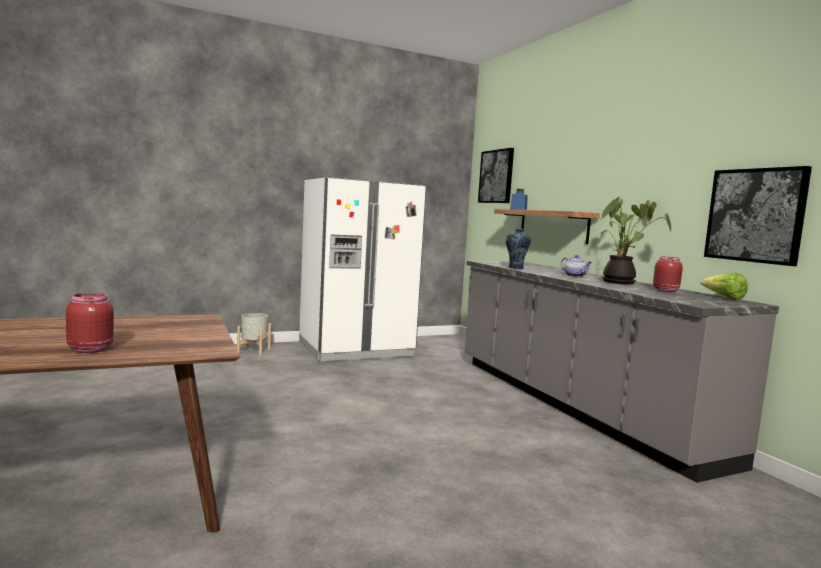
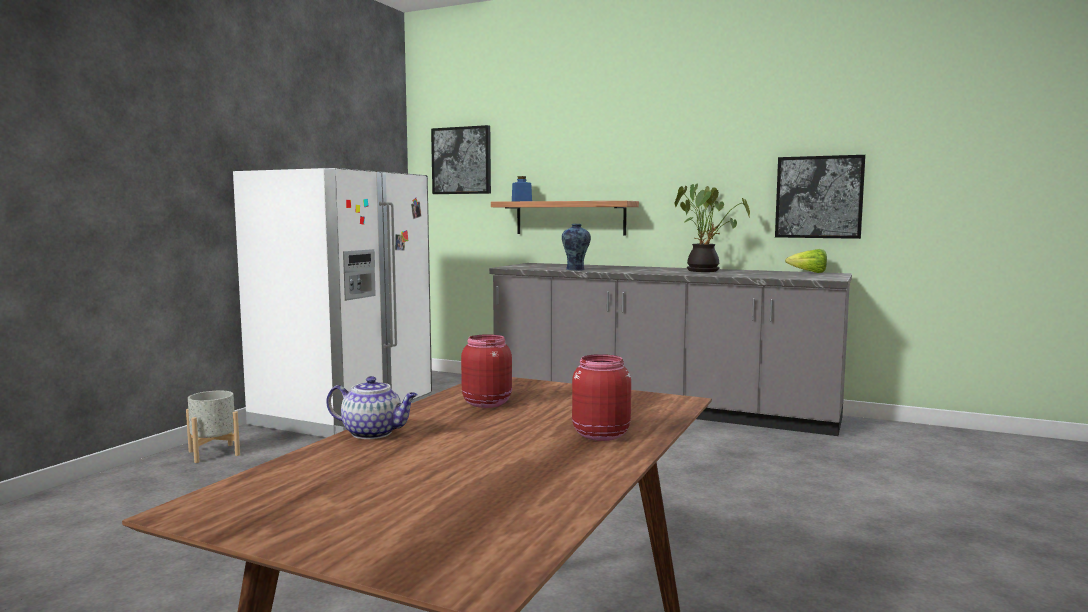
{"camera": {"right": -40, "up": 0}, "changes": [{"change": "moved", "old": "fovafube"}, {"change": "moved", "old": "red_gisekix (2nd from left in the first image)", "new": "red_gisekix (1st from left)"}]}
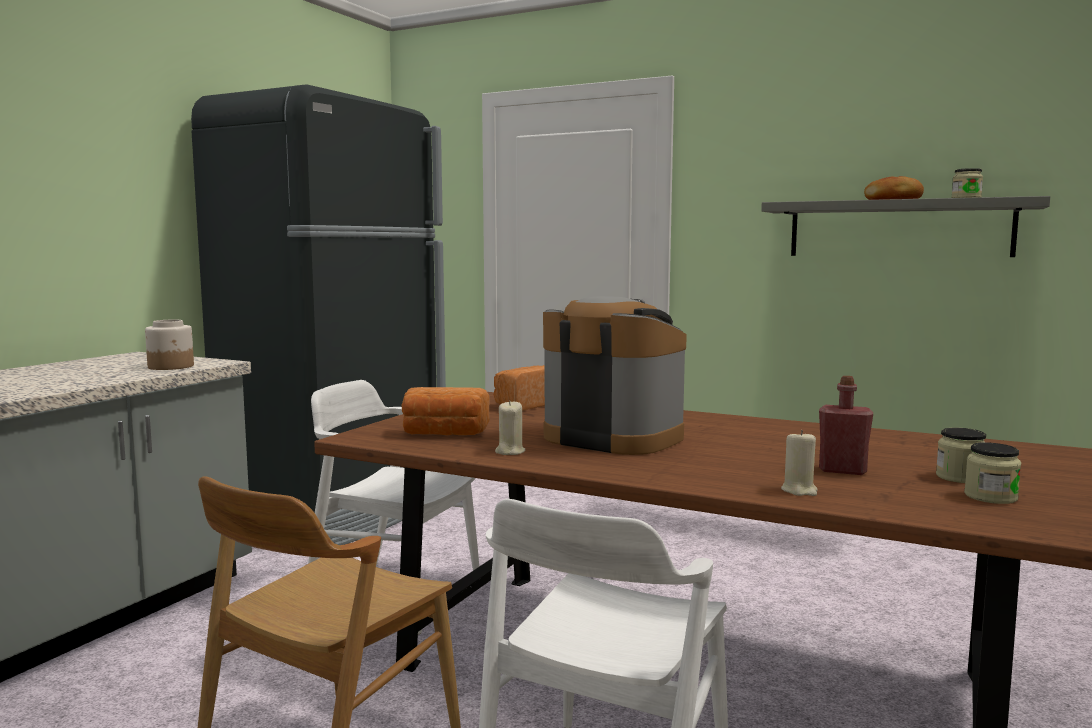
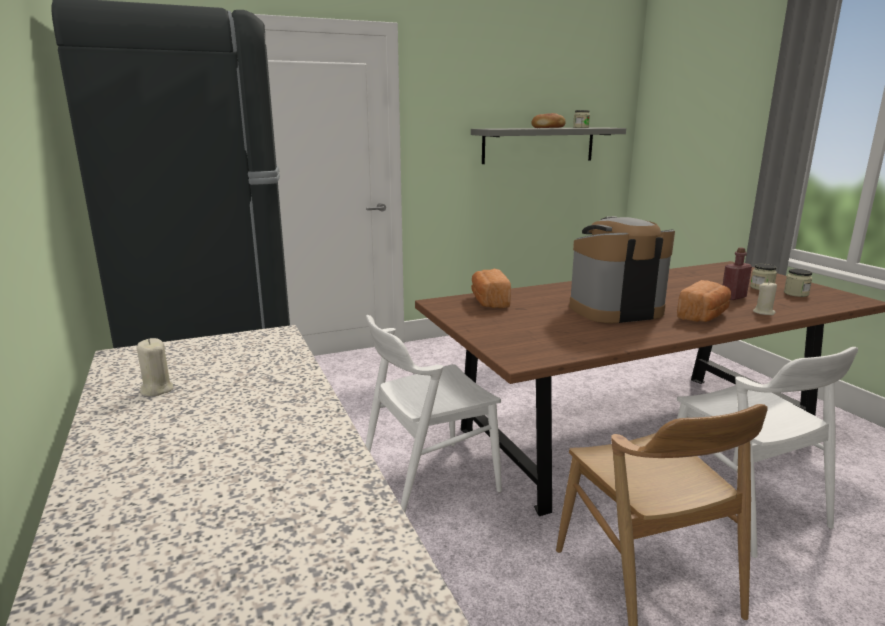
{"camera": {"right": -50, "up": 10}, "changes": [{"change": "removed", "old": "gisekix (1st from left)"}, {"change": "moved", "old": "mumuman (1st from left in the first image)", "new": "mumuman (3rd from left)"}, {"change": "moved", "old": "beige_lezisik (1st from left)"}]}
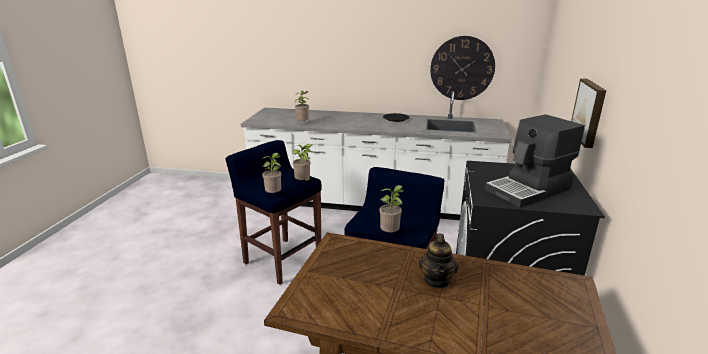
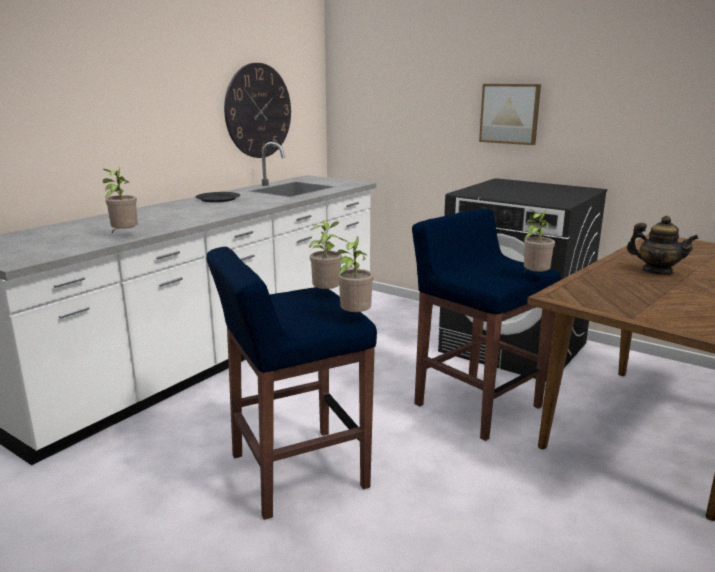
{"camera": {"right": -65, "up": -5}, "changes": [{"change": "removed", "old": "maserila"}]}
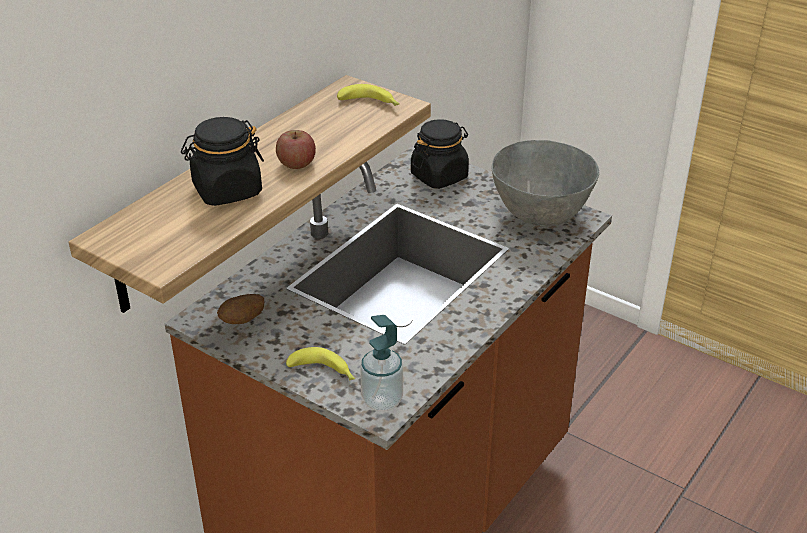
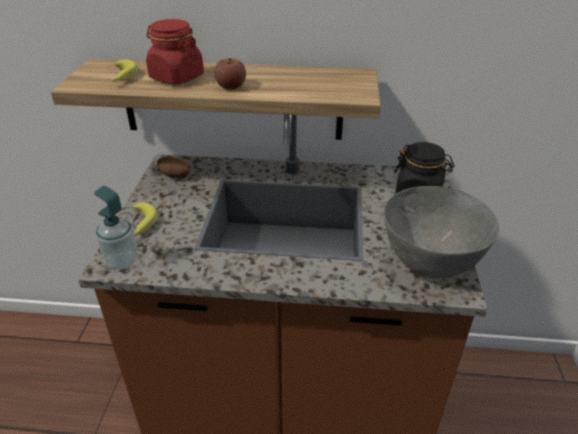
{"camera": {"right": 60, "up": 0}, "changes": [{"change": "recoloured", "old": "black_gisekix (1st from left)", "new": "red_gisekix"}, {"change": "moved", "old": "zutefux (2nd from left in the first image)", "new": "zutefux (1st from left)"}]}
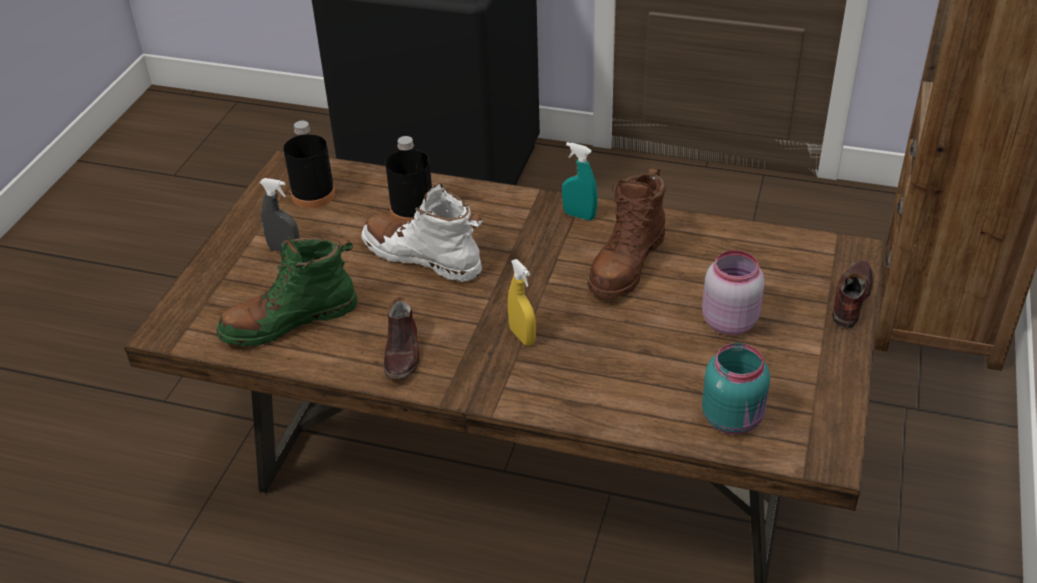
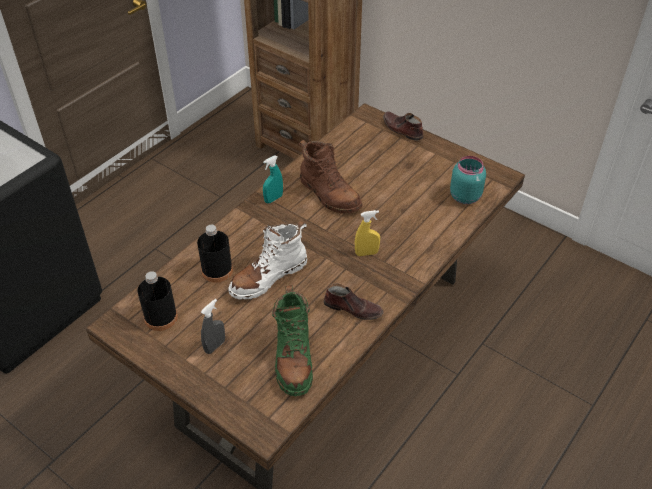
{"camera": {"right": -70, "up": 5}, "changes": [{"change": "removed", "old": "pink_gisekix"}]}
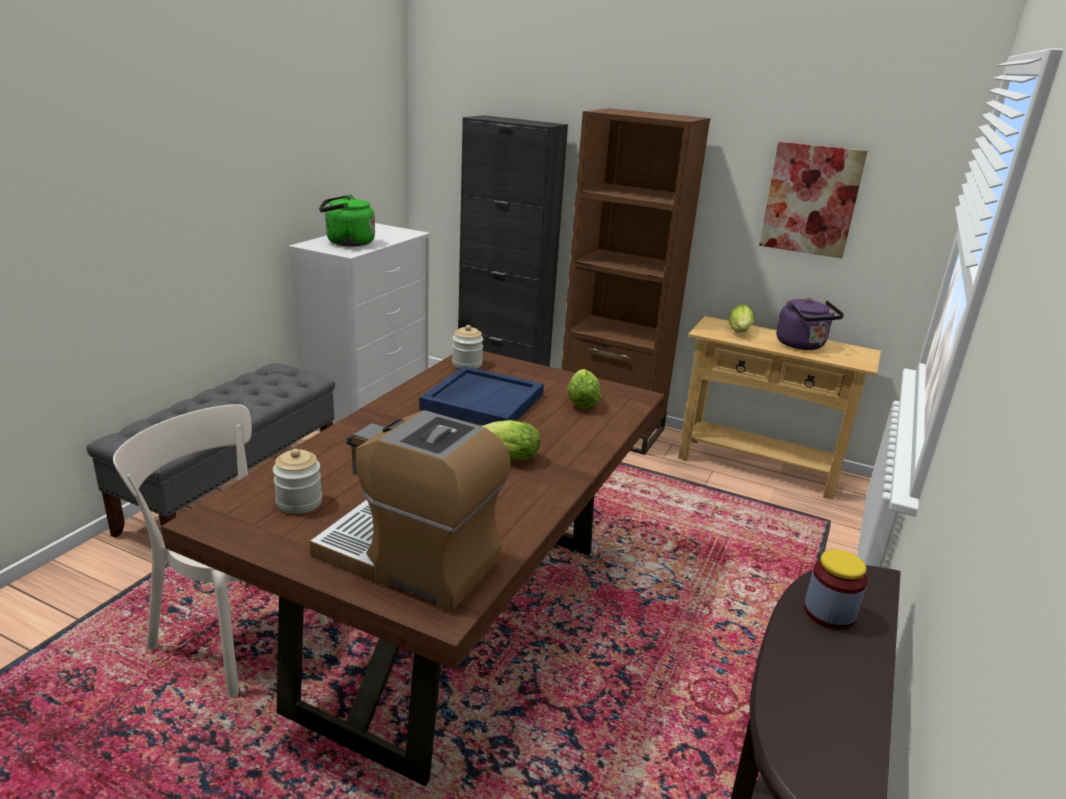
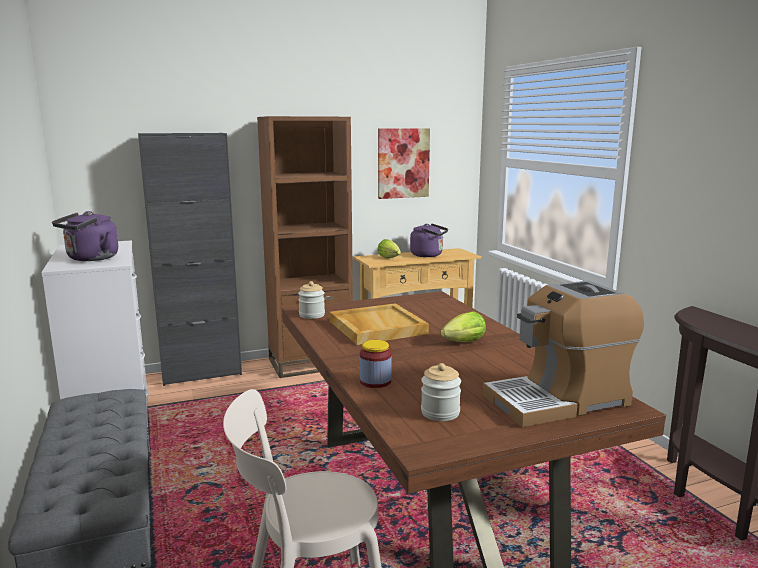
{"camera": {"right": -45, "up": -10}, "changes": [{"change": "recoloured", "old": "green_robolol", "new": "purple_robolol (1st from left)"}, {"change": "recoloured", "old": "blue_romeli", "new": "beige_romeli"}, {"change": "removed", "old": "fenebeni (2nd from left)"}, {"change": "moved", "old": "gisekix (3rd from left in the first image)", "new": "gisekix (2nd from left)"}]}
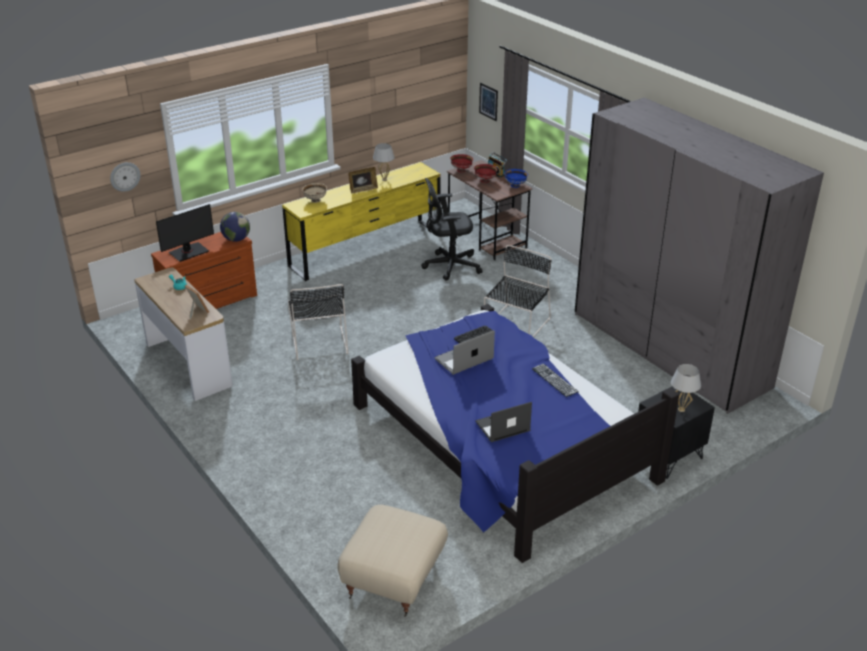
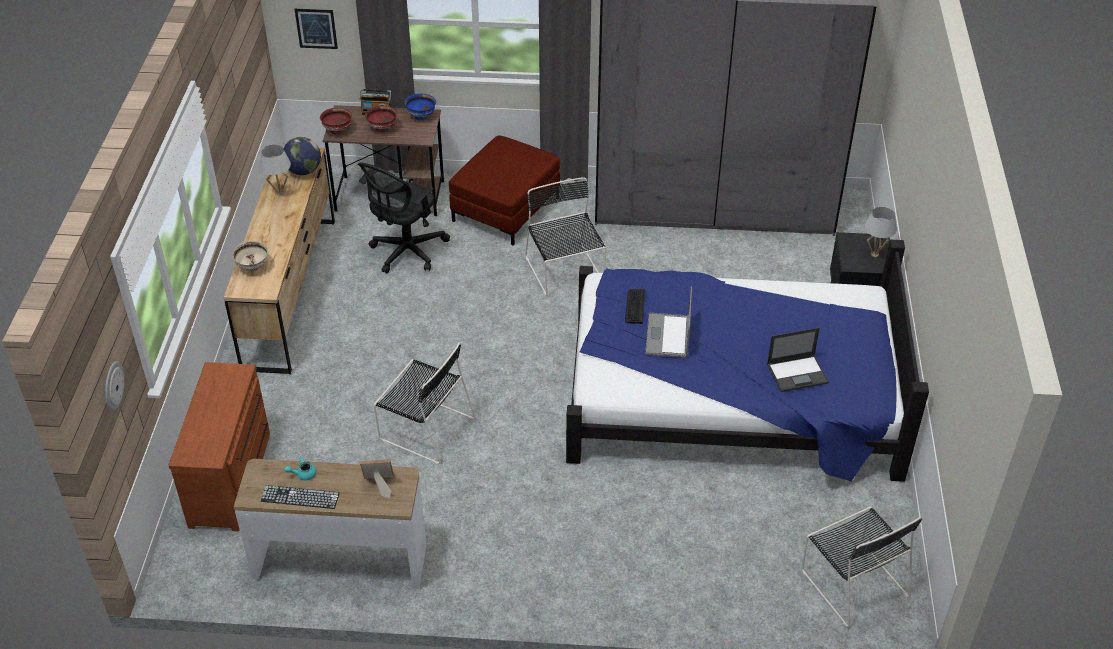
{"camera": {"right": -50, "up": 10}, "changes": [{"change": "removed", "old": "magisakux"}, {"change": "moved", "old": "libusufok"}, {"change": "recoloured", "old": "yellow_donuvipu", "new": "brown_donuvipu (2nd from left)"}, {"change": "replaced", "old": "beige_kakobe", "new": "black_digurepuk (3rd from left)"}, {"change": "removed", "old": "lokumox (2nd from left)"}, {"change": "turned", "old": "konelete (2nd from left)", "degrees": -120}, {"change": "moved", "old": "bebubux (2nd from left in the first image)", "new": "bebubux (1st from left)"}, {"change": "added", "new": "red_kakobe"}]}
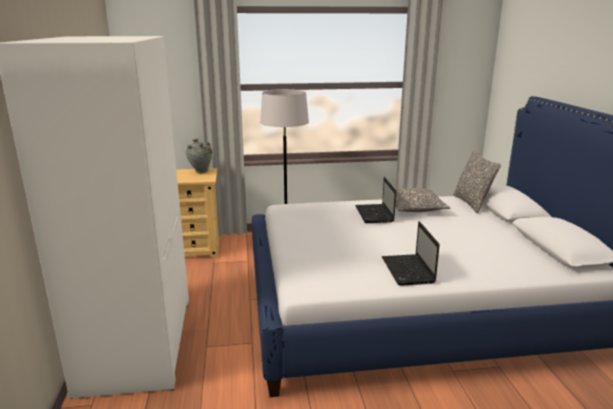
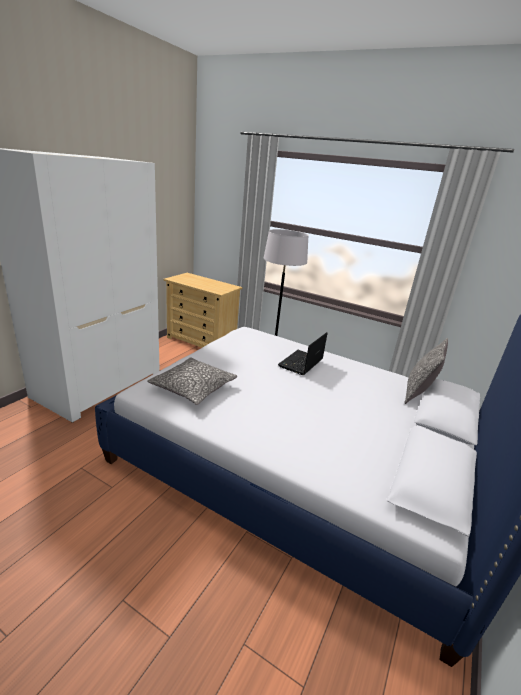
{"camera": {"right": 35, "up": 5}, "changes": [{"change": "removed", "old": "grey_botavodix"}, {"change": "removed", "old": "konelete (2nd from left)"}, {"change": "moved", "old": "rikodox (1st from left)"}]}
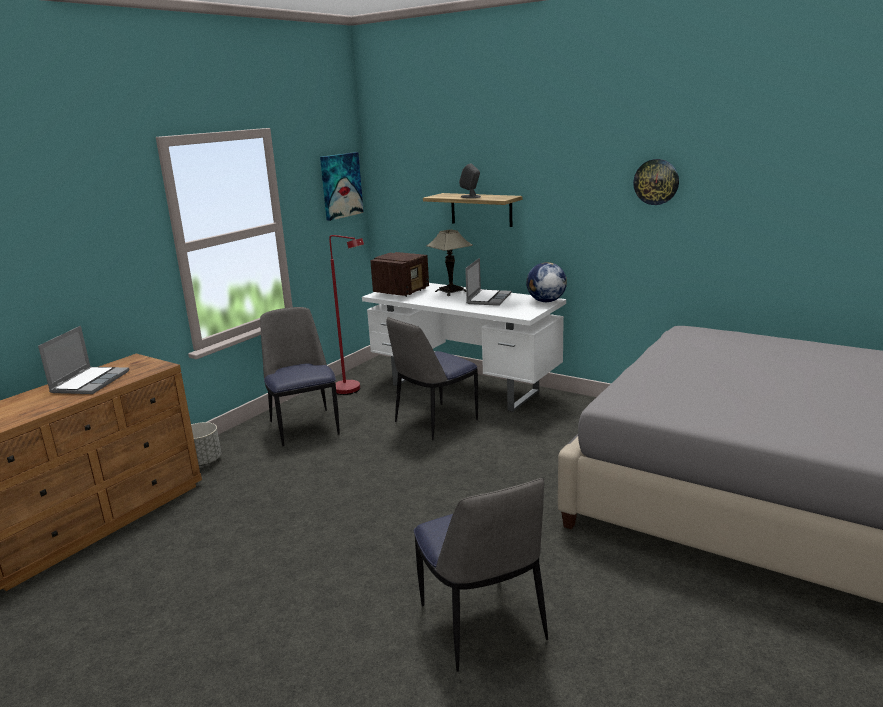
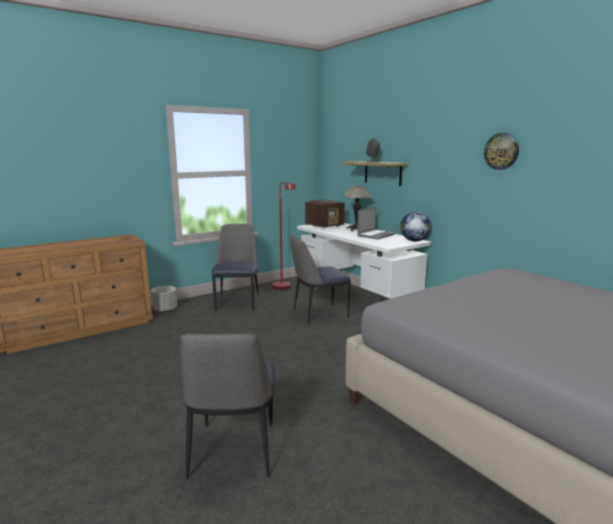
{"camera": {"right": 20, "up": -5}, "changes": [{"change": "removed", "old": "konelete (1st from left)"}, {"change": "removed", "old": "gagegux"}]}
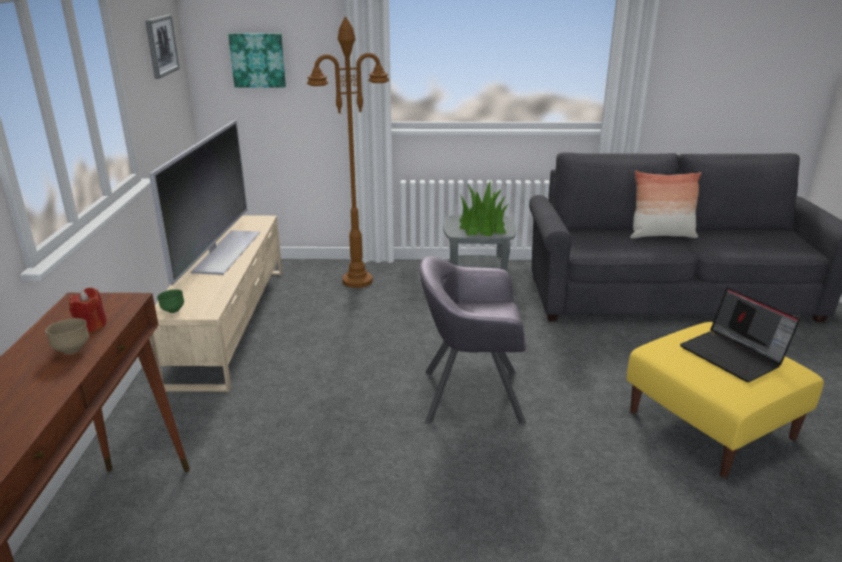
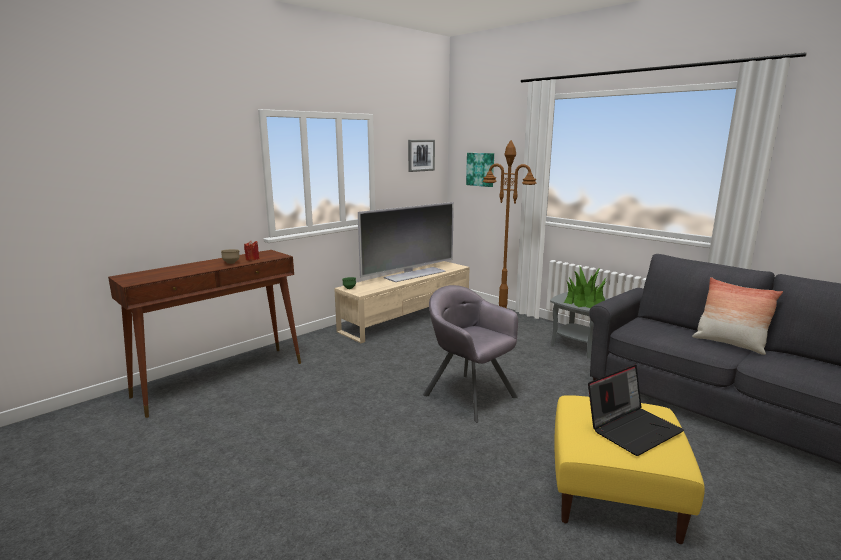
{"camera": {"right": 45, "up": -10}, "changes": [{"change": "turned", "old": "konelete", "degrees": -135}]}
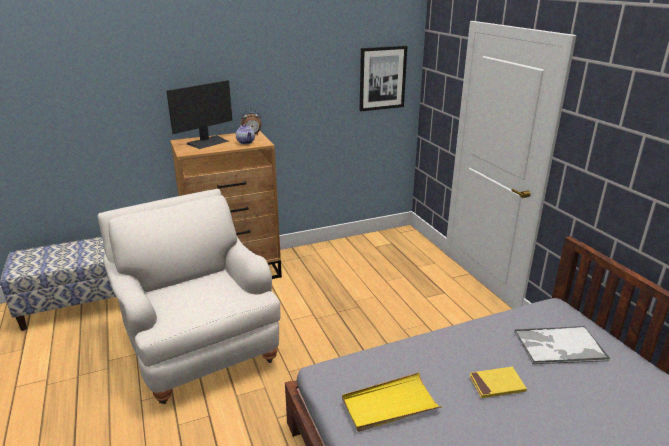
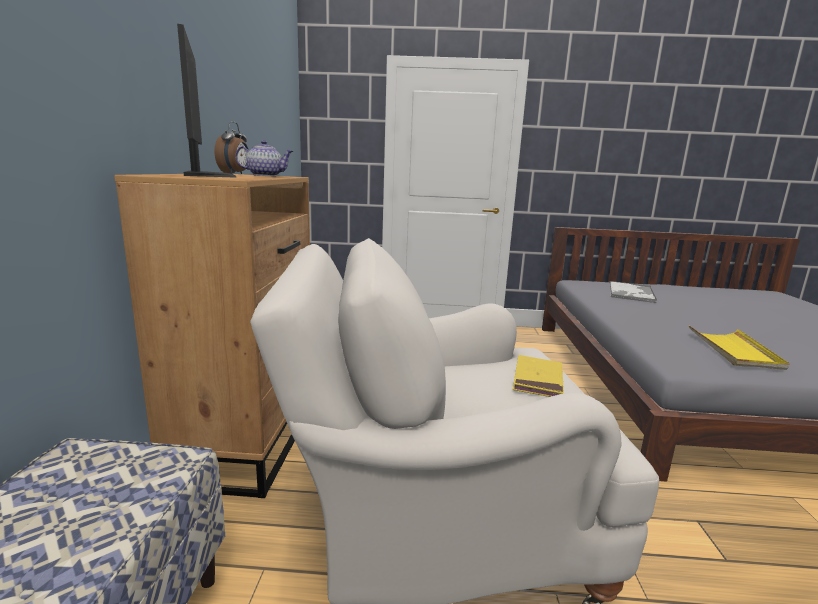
{"camera": {"right": -65, "up": -10}, "changes": [{"change": "removed", "old": "gagegux"}, {"change": "moved", "old": "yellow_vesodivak"}]}
